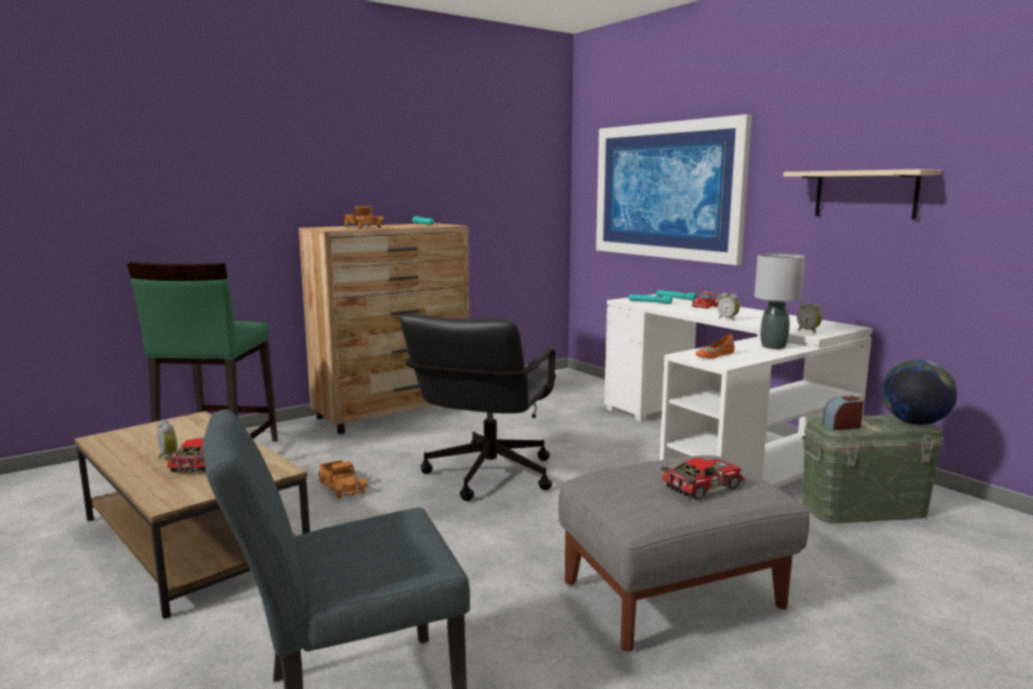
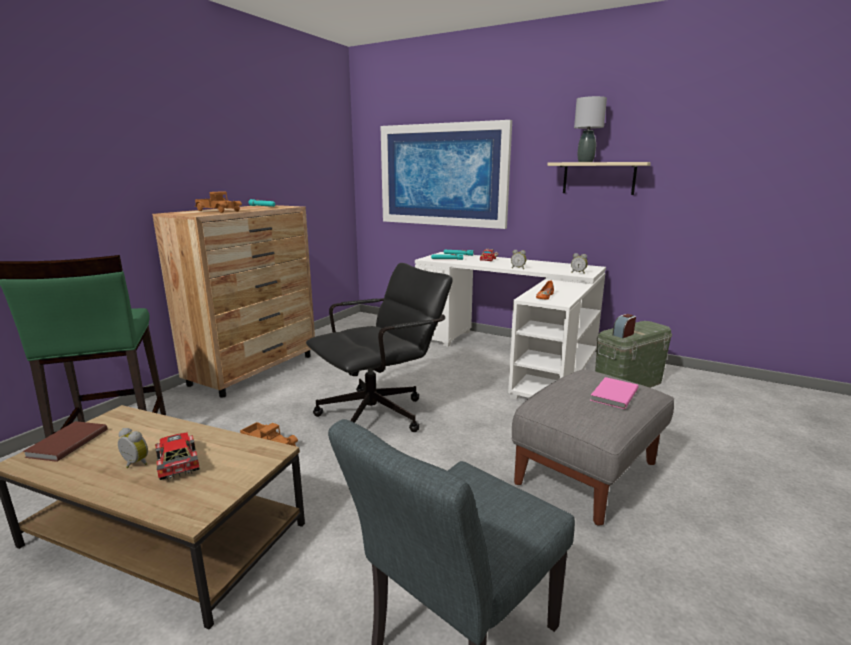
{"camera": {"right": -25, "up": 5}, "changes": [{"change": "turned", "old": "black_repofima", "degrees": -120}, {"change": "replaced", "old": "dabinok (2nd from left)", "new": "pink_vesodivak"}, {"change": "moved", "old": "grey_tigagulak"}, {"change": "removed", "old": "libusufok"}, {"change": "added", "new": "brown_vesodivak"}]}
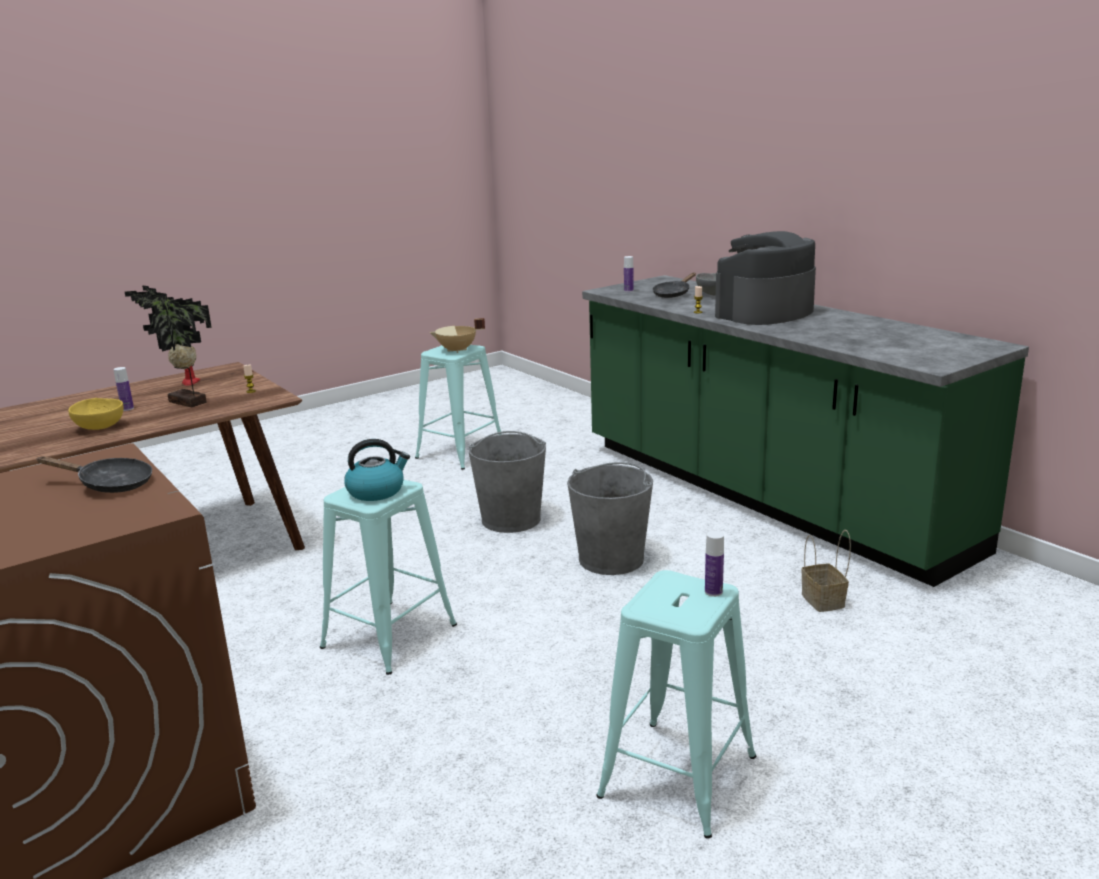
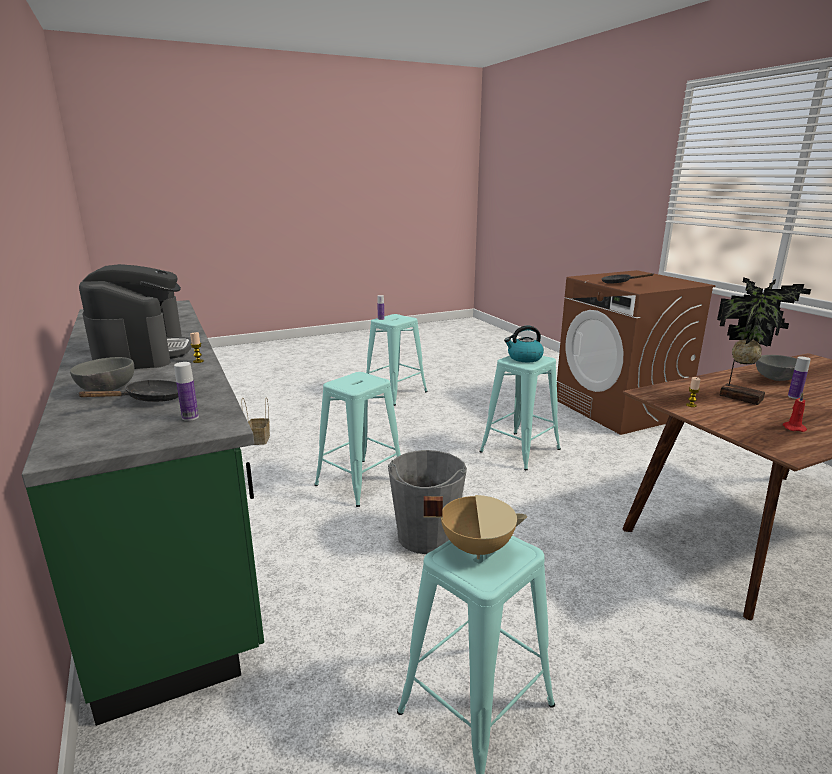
{"camera": {"right": -170, "up": 0}, "changes": [{"change": "recoloured", "old": "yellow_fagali", "new": "grey_fagali (2nd from left)"}, {"change": "replaced", "old": "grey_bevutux (2nd from left)", "new": "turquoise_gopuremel (1st from left)"}, {"change": "turned", "old": "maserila", "degrees": -75}]}
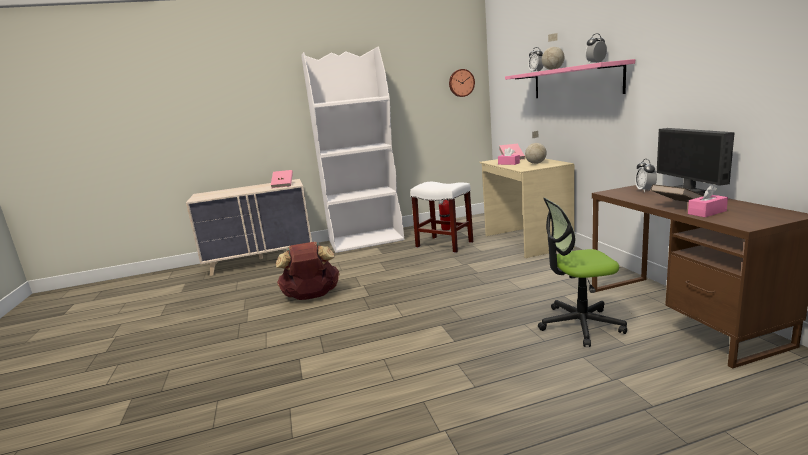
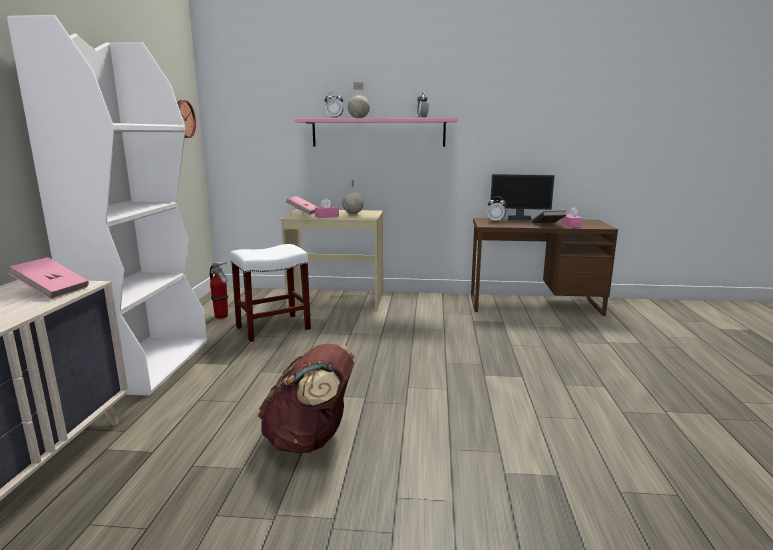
{"camera": {"right": -70, "up": 0}, "changes": [{"change": "removed", "old": "repofima"}]}
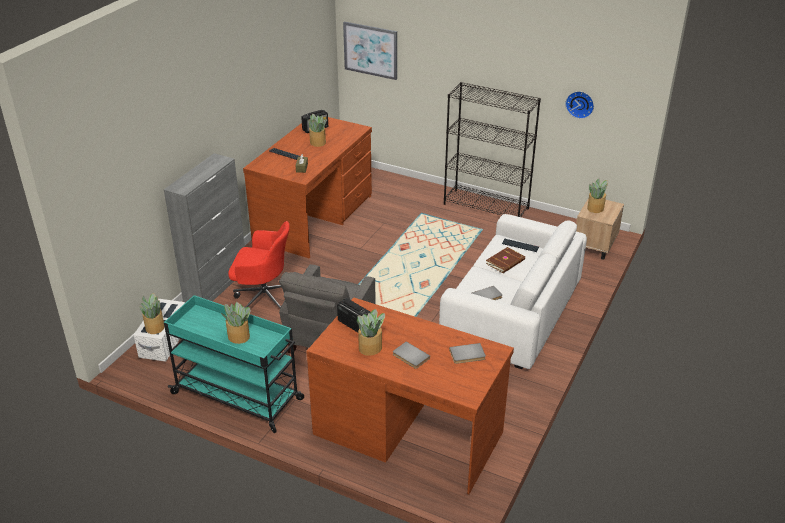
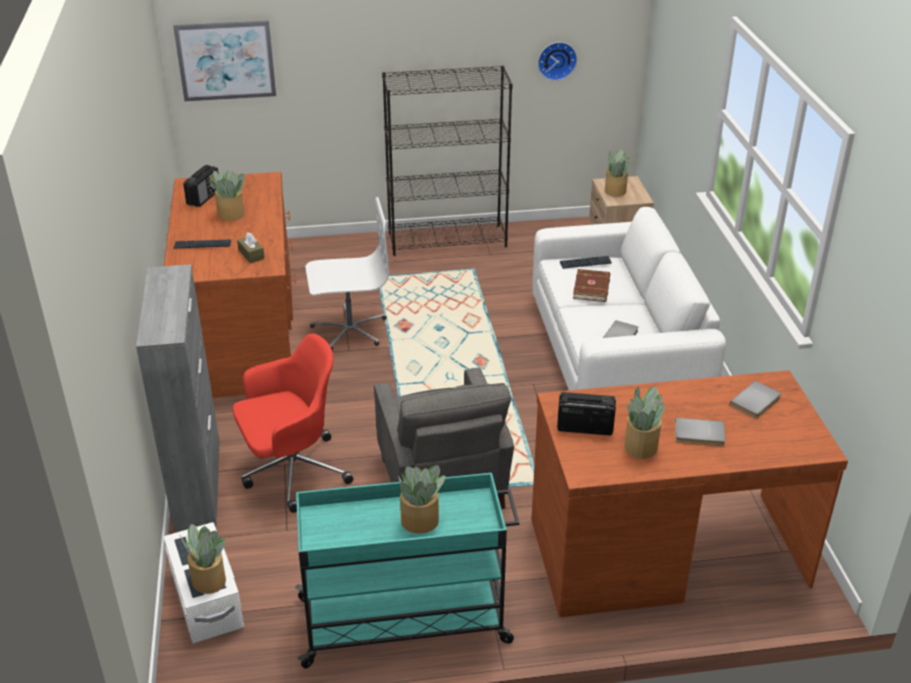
{"camera": {"right": -35, "up": 0}, "changes": [{"change": "added", "new": "white_repofima"}]}
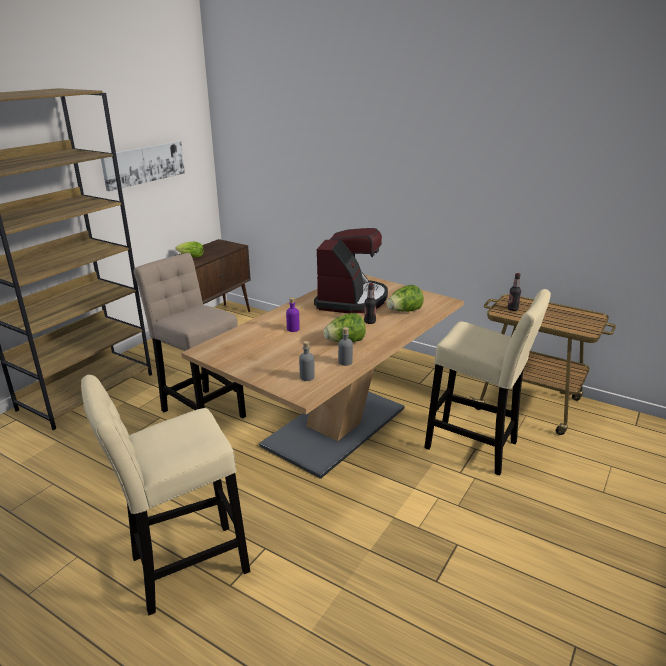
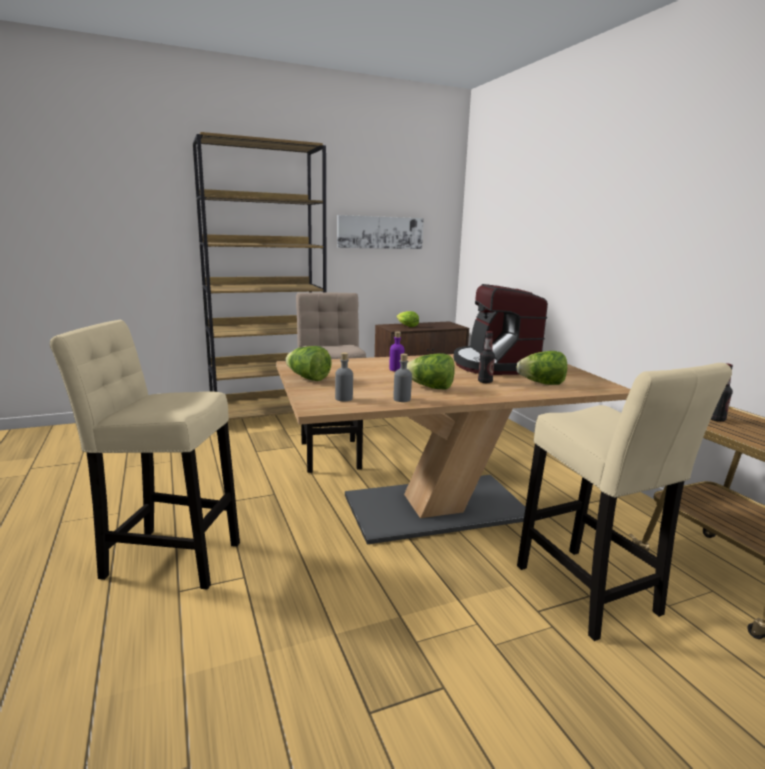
{"camera": {"right": 35, "up": -10}, "changes": [{"change": "turned", "old": "maserila", "degrees": 120}, {"change": "added", "new": "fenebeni (1st from left)"}]}
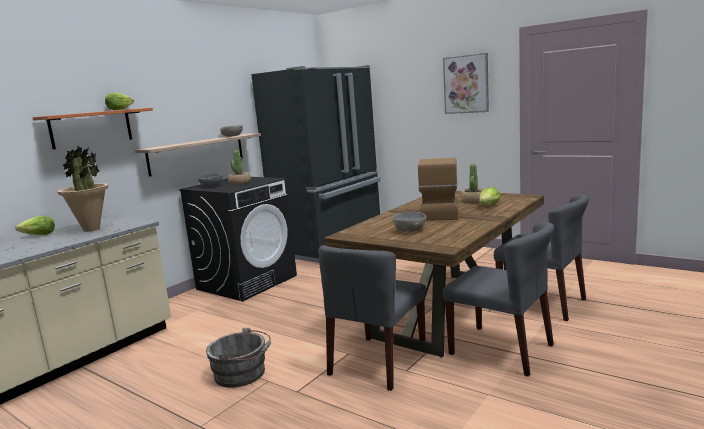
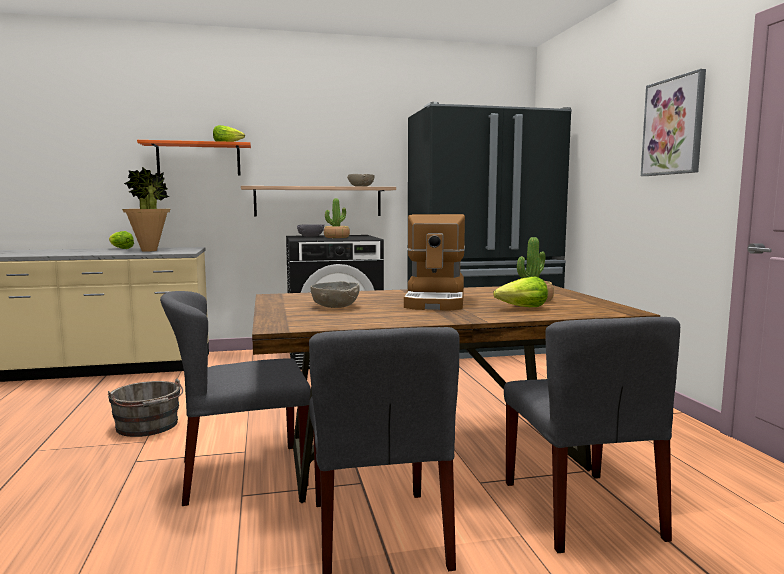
{"camera": {"right": 40, "up": -5}, "changes": [{"change": "turned", "old": "maserila", "degrees": 135}]}
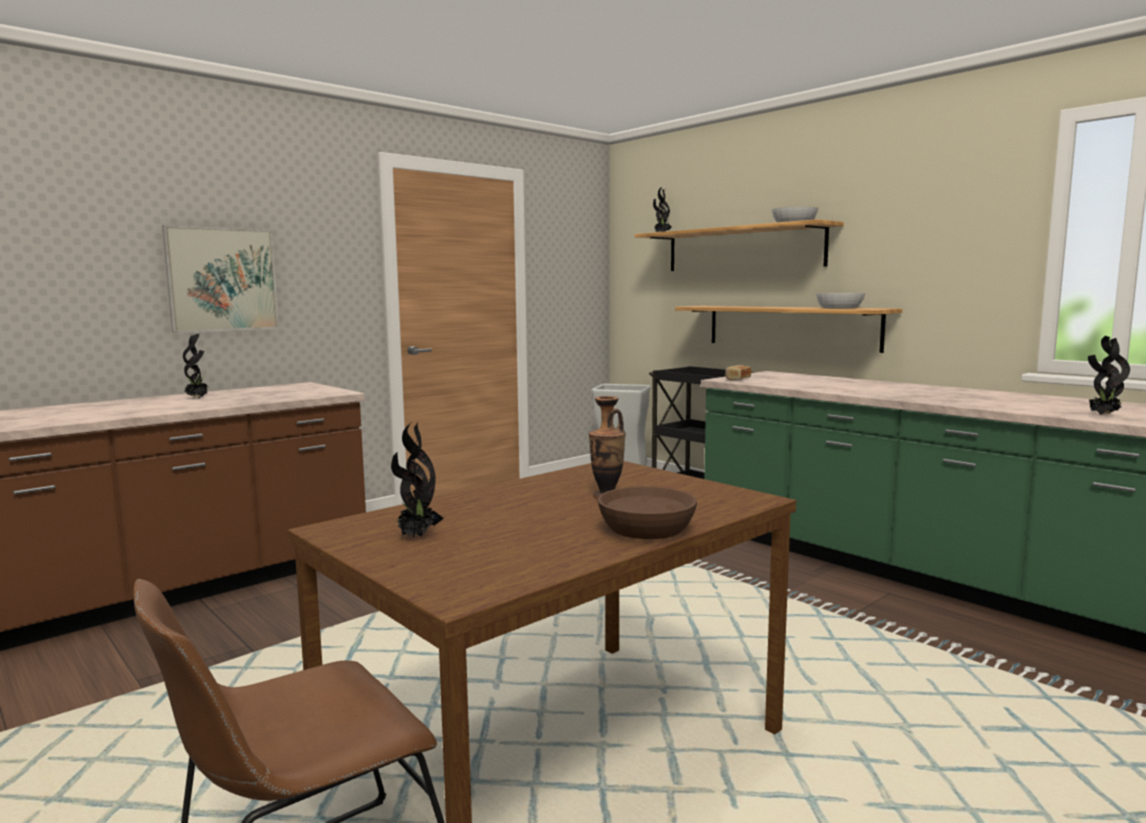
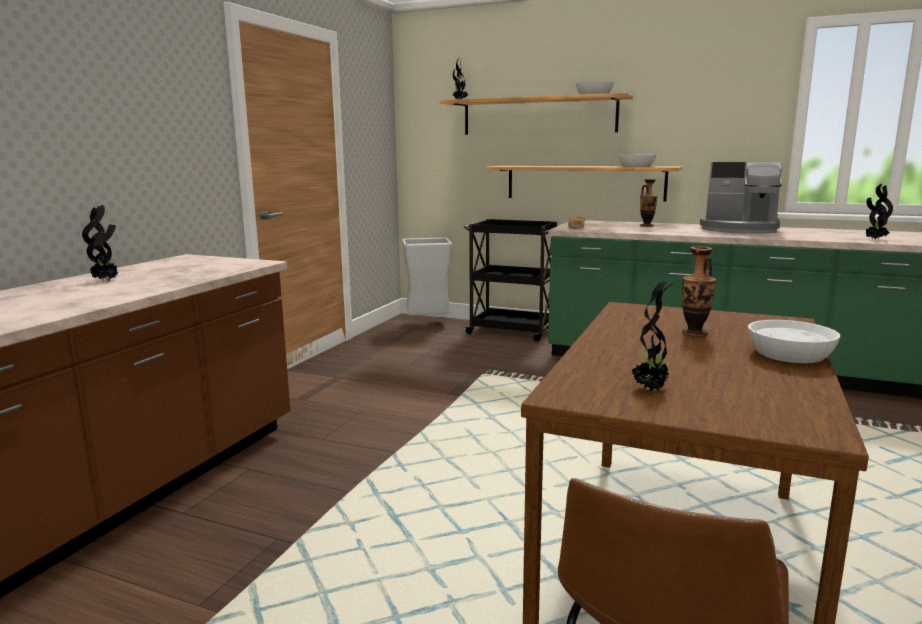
{"camera": {"right": -25, "up": 5}, "changes": [{"change": "removed", "old": "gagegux"}, {"change": "recoloured", "old": "brown_fagali", "new": "white_fagali (3rd from left)"}, {"change": "added", "new": "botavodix (1st from left)"}, {"change": "added", "new": "maserila"}]}
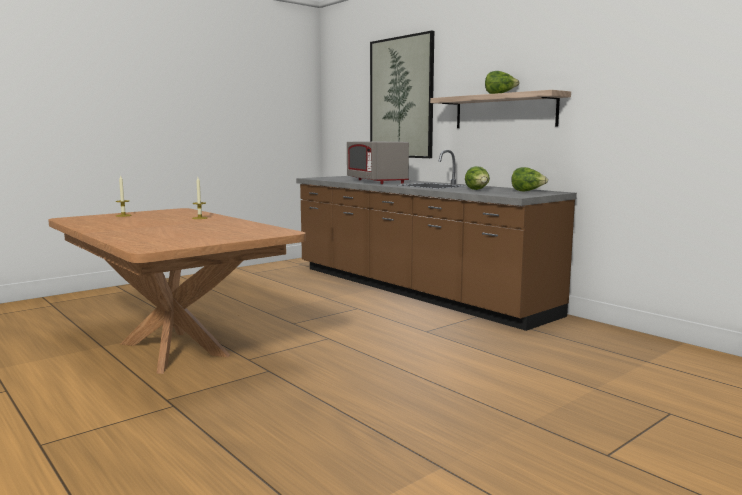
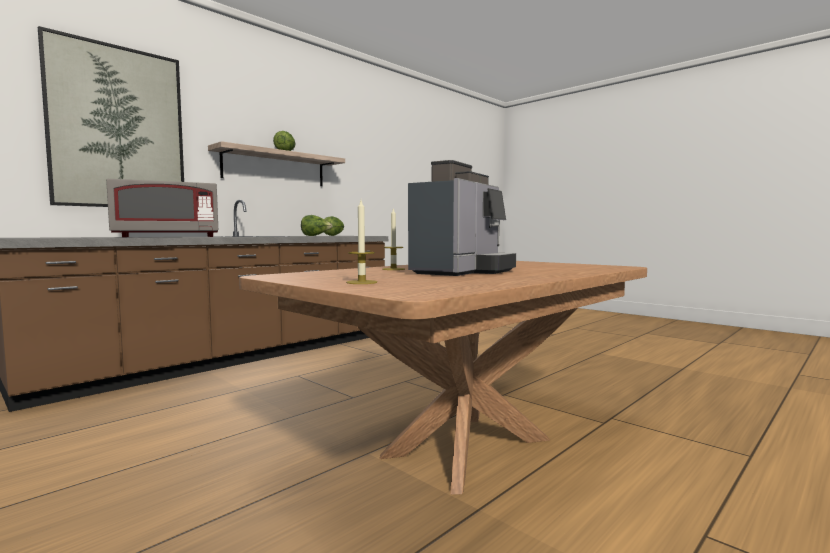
{"camera": {"right": -95, "up": -5}, "changes": [{"change": "added", "new": "maserila"}]}
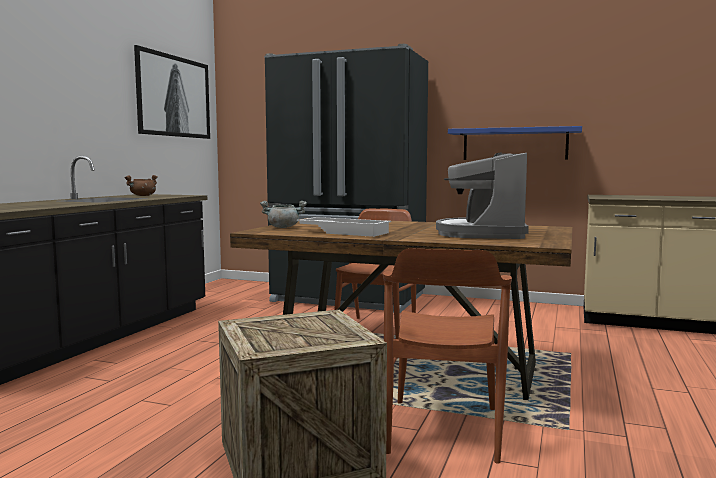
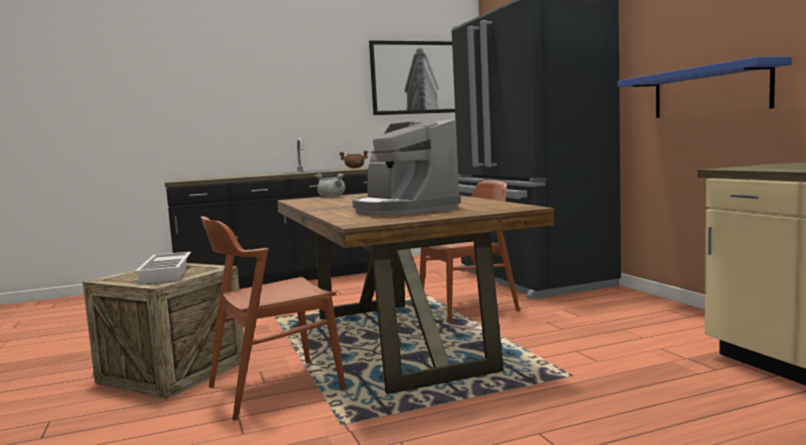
{"camera": {"right": 50, "up": 0}, "changes": [{"change": "moved", "old": "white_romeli"}, {"change": "turned", "old": "maserila", "degrees": -90}]}
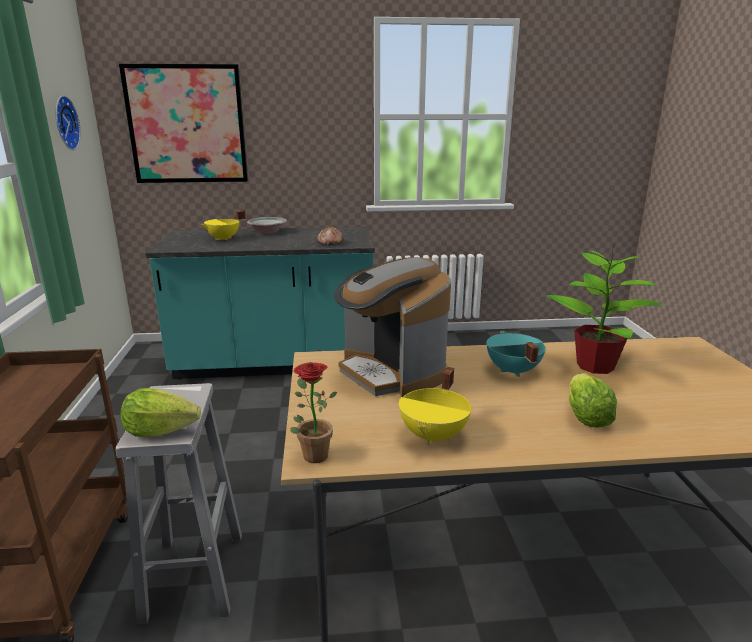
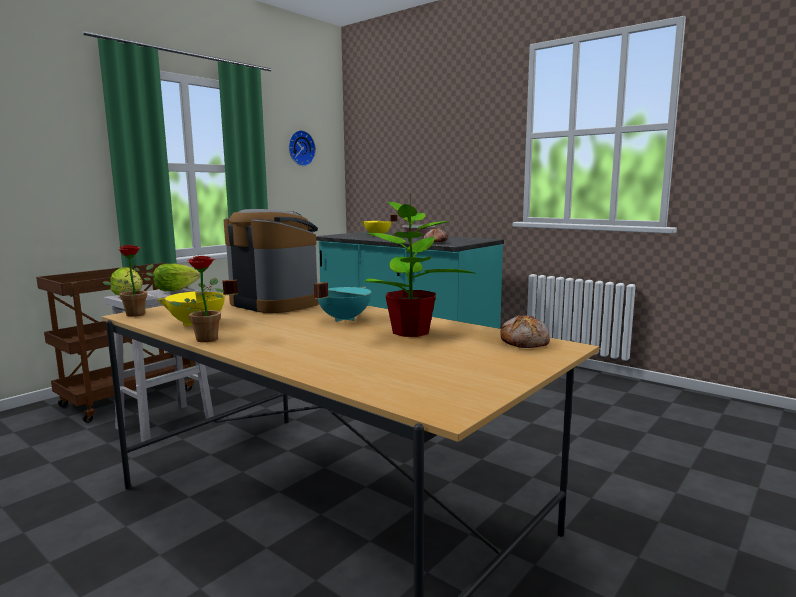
{"camera": {"right": 45, "up": -10}, "changes": [{"change": "removed", "old": "gagegux"}, {"change": "turned", "old": "maserila", "degrees": 120}, {"change": "moved", "old": "fenebeni (2nd from left)"}, {"change": "added", "new": "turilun (2nd from left)"}, {"change": "added", "new": "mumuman (2nd from left)"}]}
